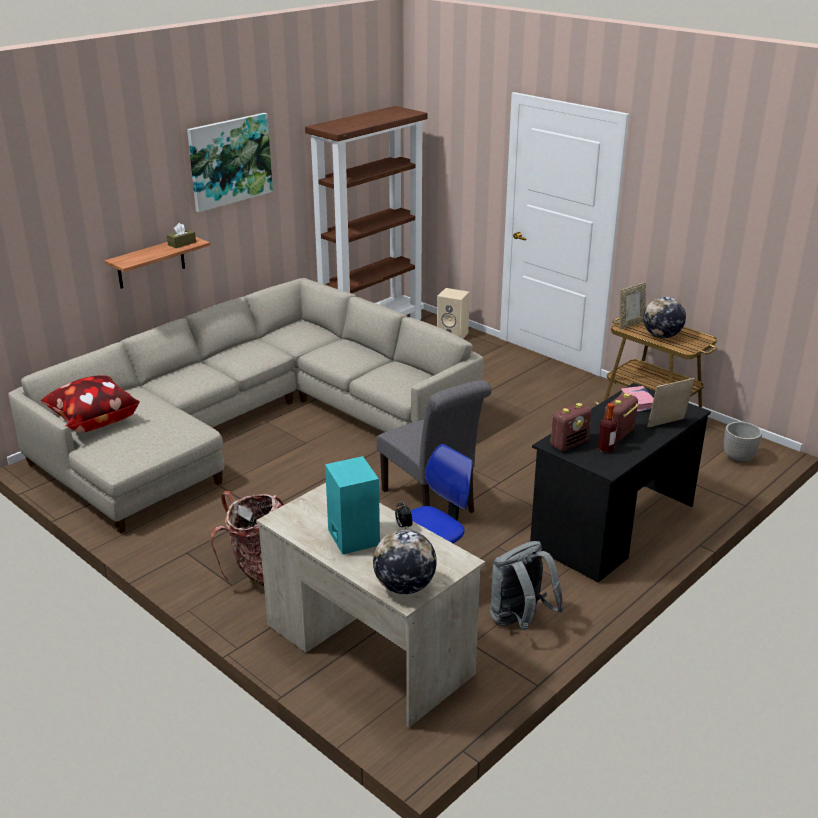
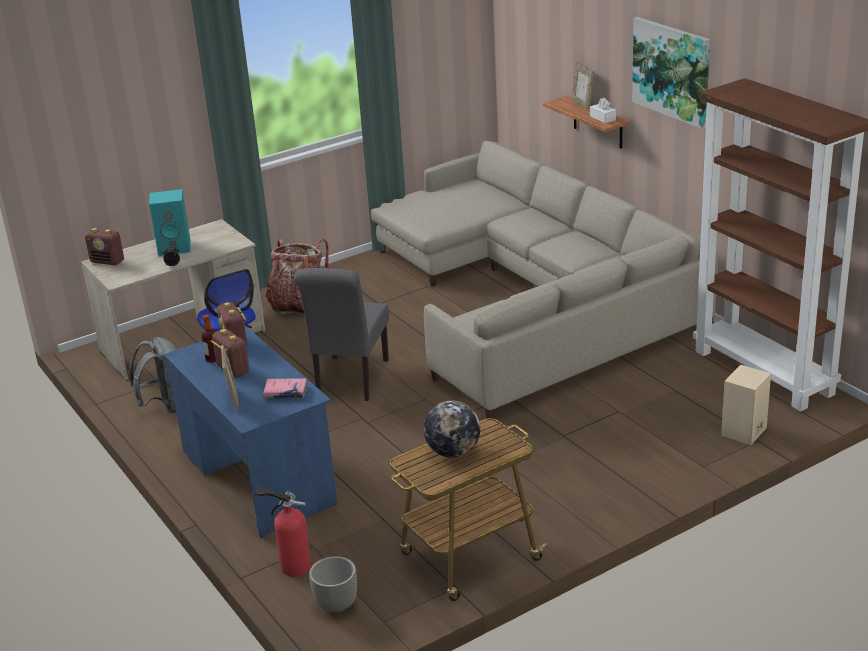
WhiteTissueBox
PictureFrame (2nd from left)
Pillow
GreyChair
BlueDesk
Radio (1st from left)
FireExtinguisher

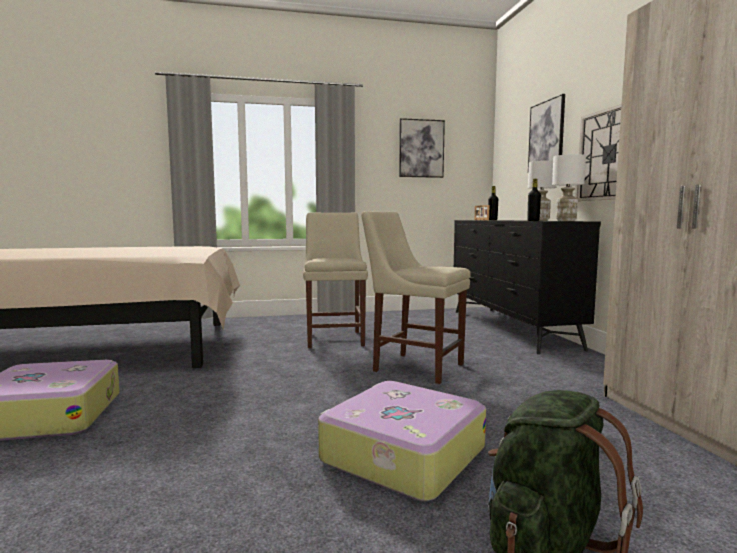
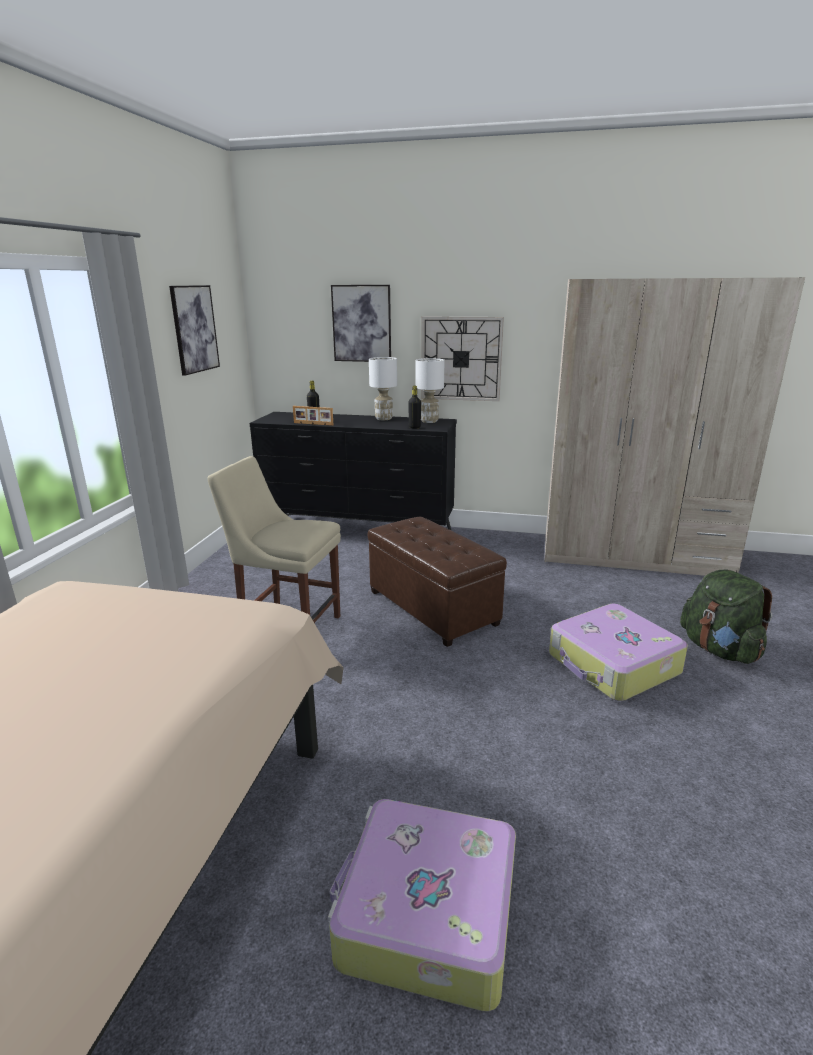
BrownOttoman

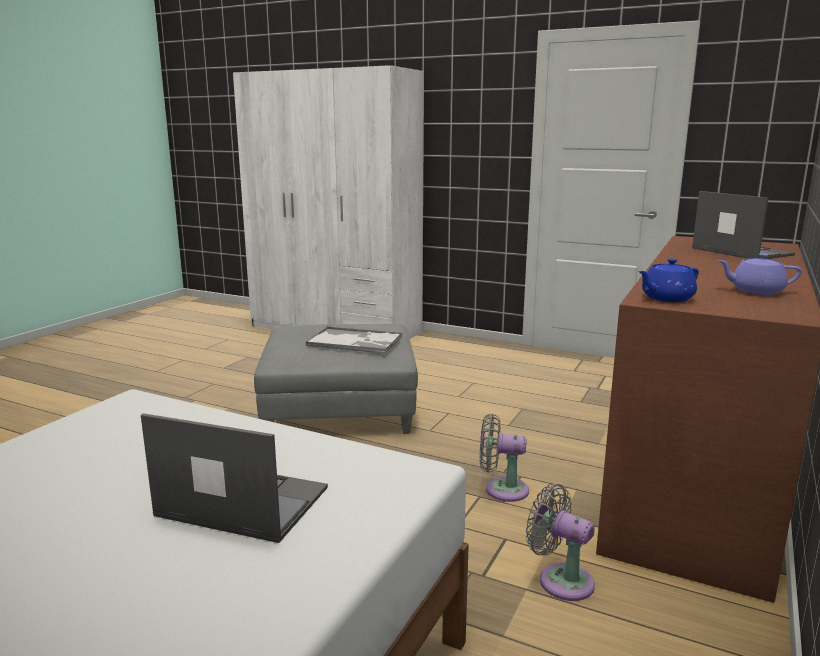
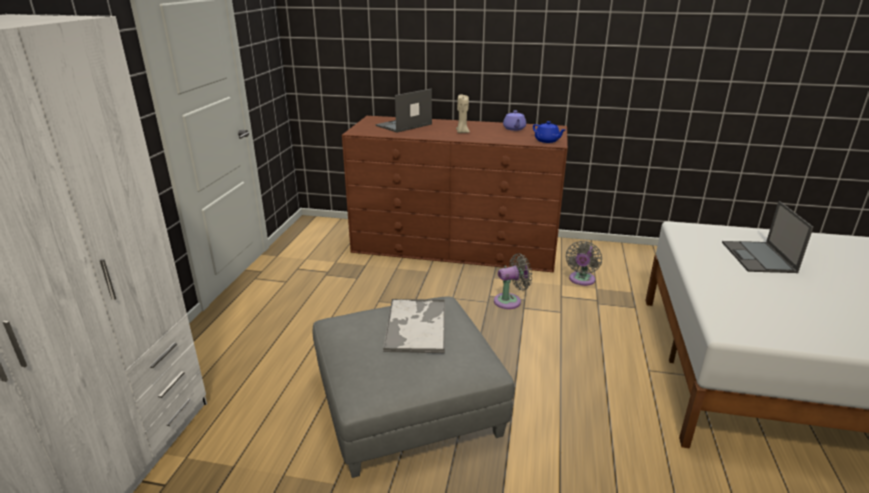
GreyFan (1st from left)
BeigeCandle

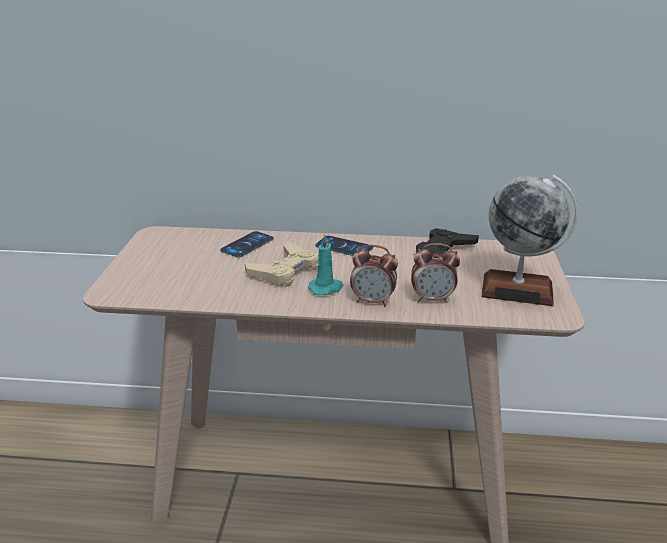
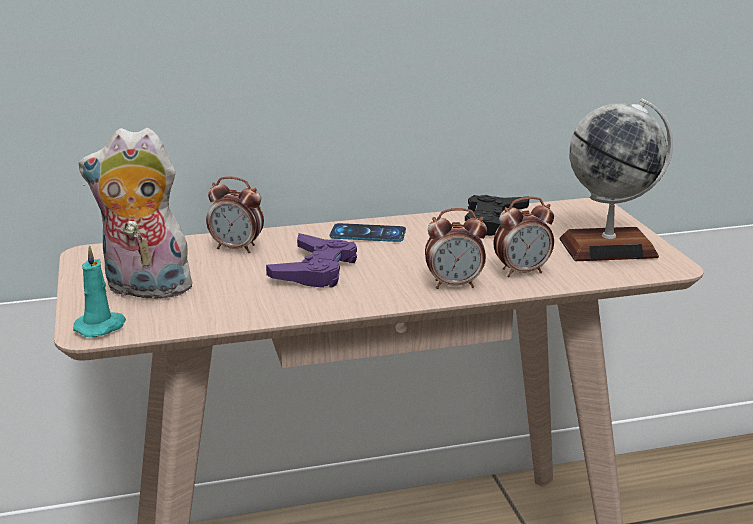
AlarmClock (1st from left)
TurquoiseCandle
PurpleGameController
PlushToy

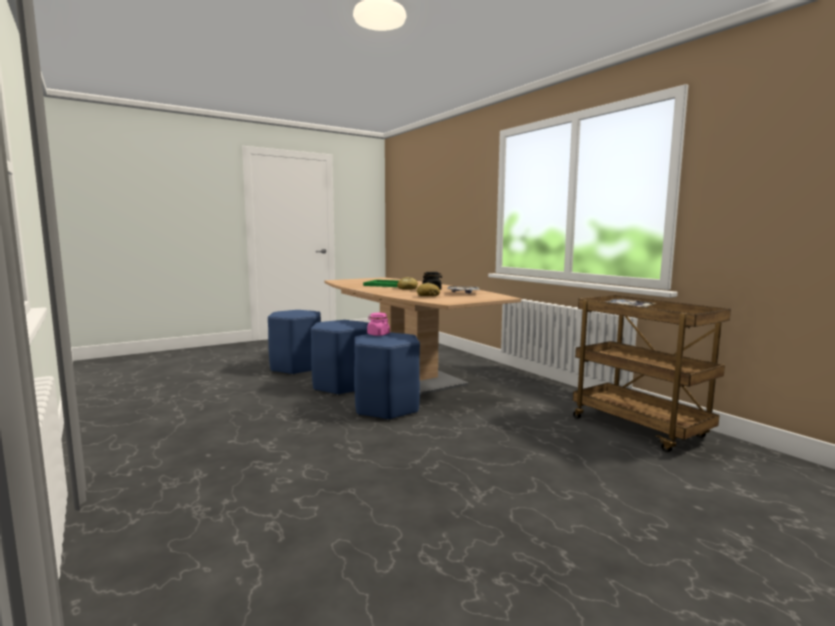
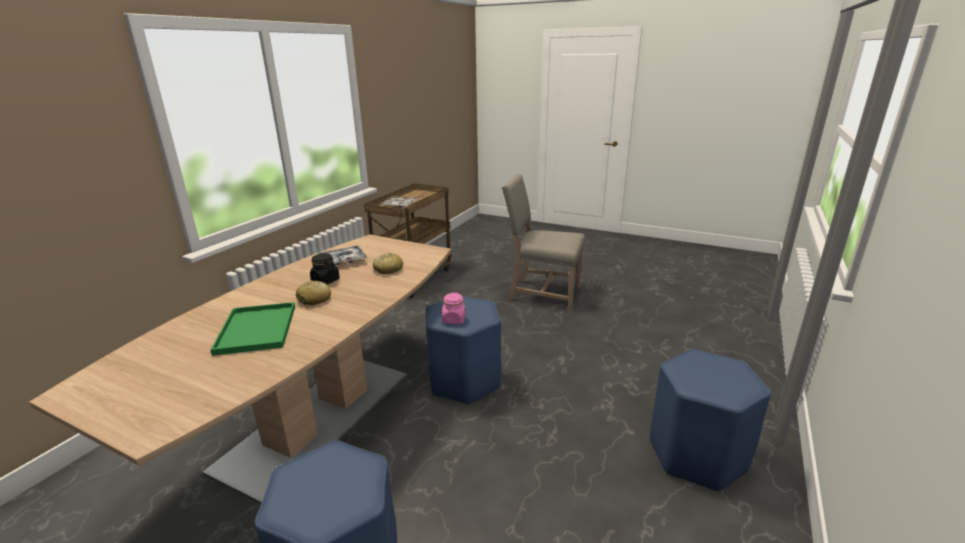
BlueStool (3rd from left)
BeigeChair

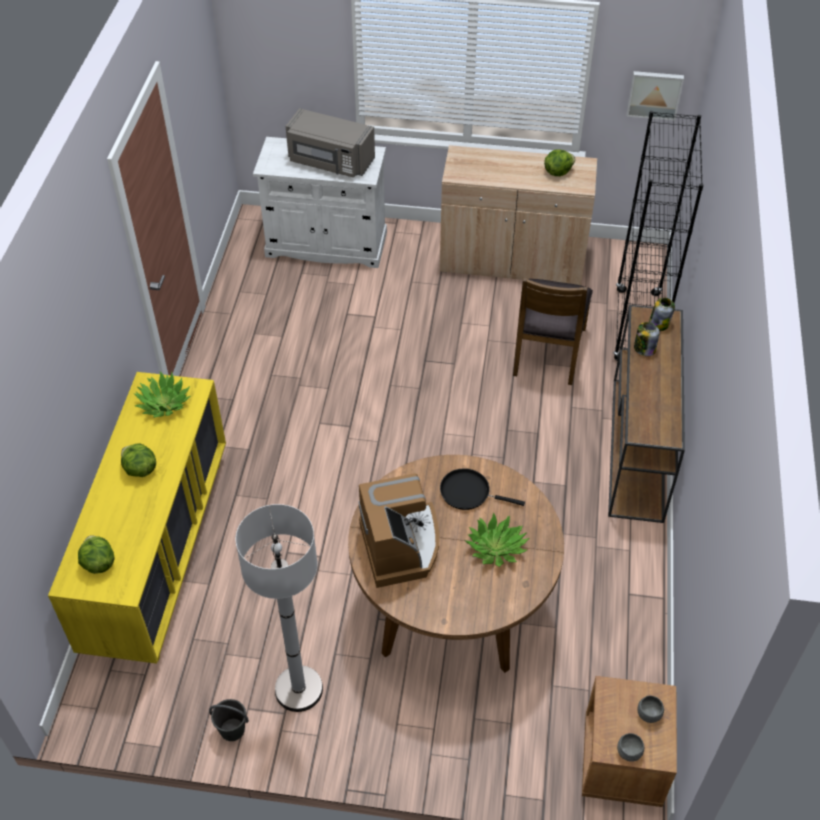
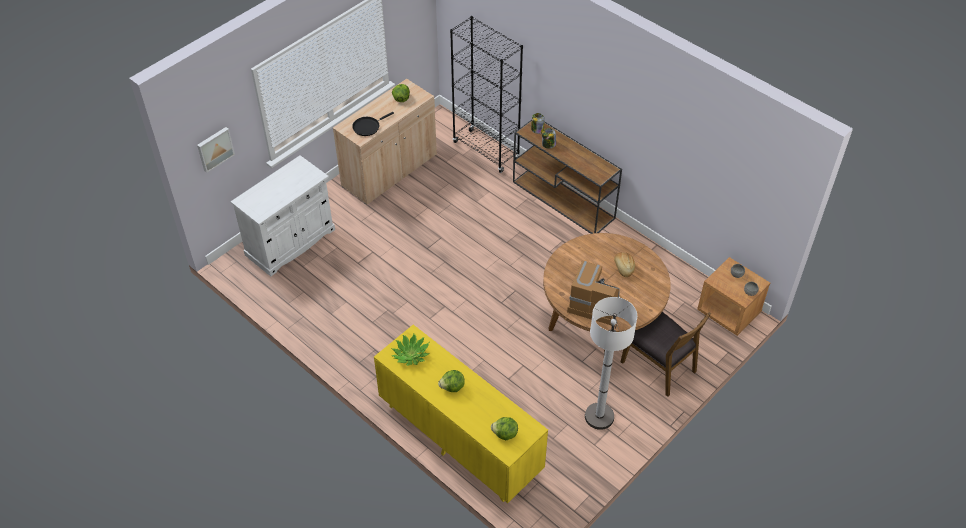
Picture
GreyMicrowave
BrownChair
BlackFryingPan
Bread
GreyBucket

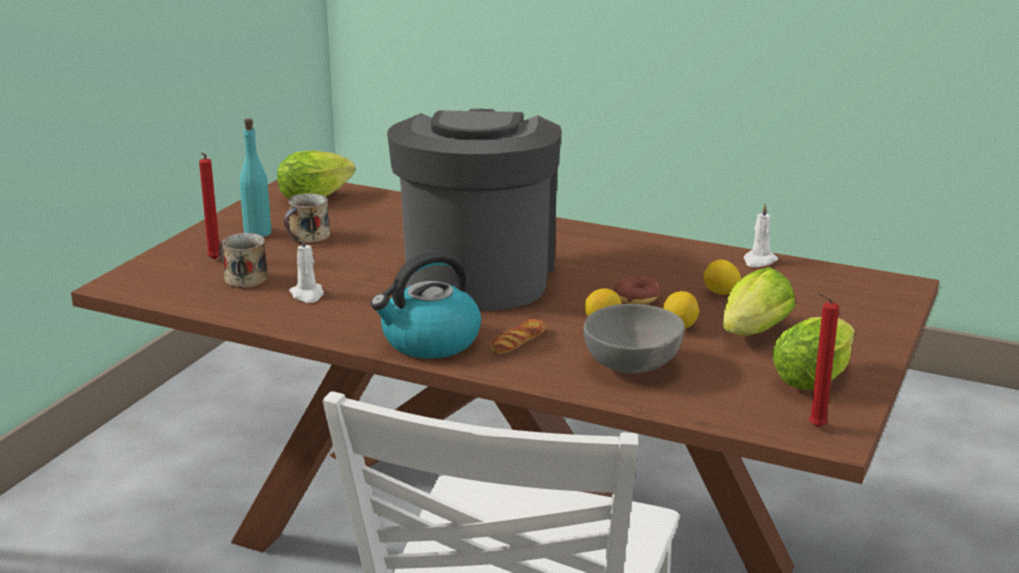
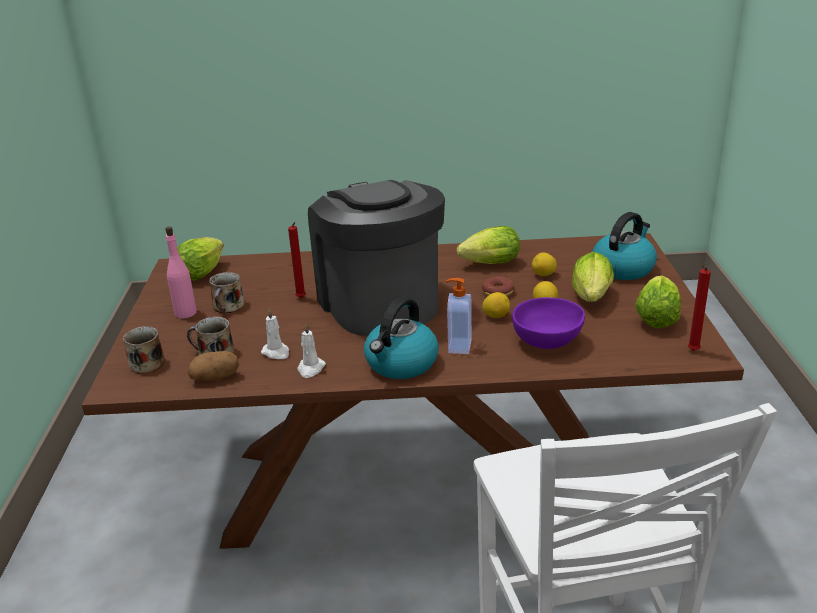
PinkBottle
RedCandle (1st from left)
WhiteCandle (2nd from left)
PurpleBowl
SoapDispenser
Kettle (2nd from left)
Lettuce (2nd from left)
Mug (1st from left)
Potato

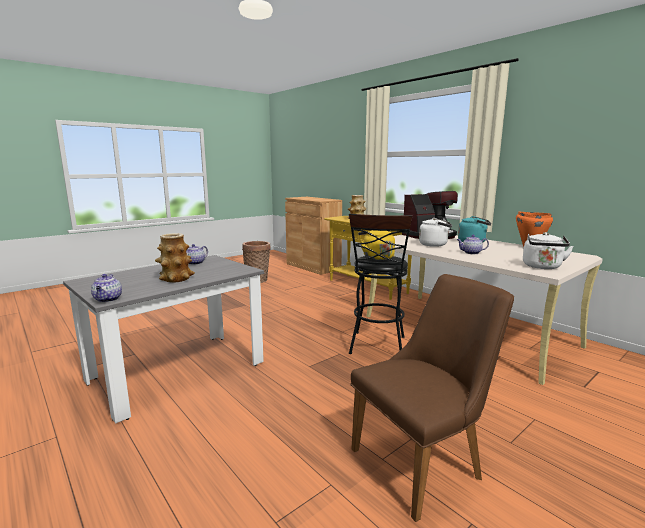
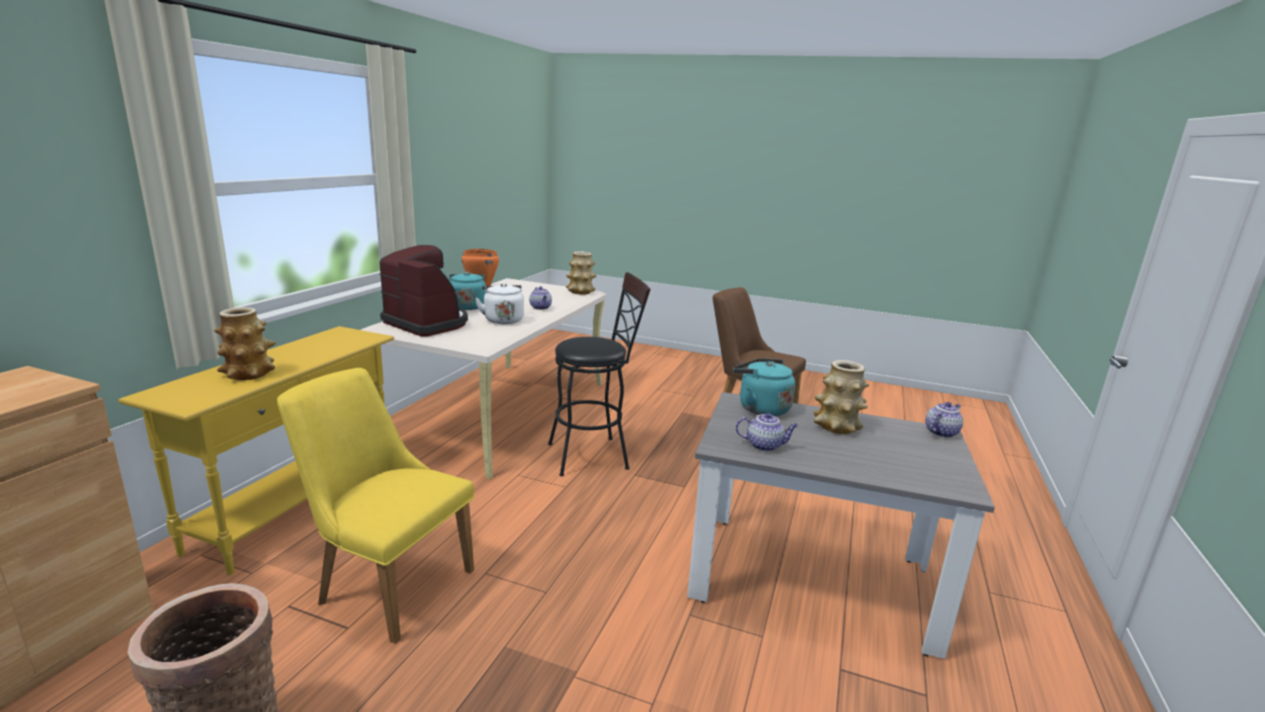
YellowKettle
Vase (2nd from left)
TurquoiseKettle (2nd from left)
YellowChair

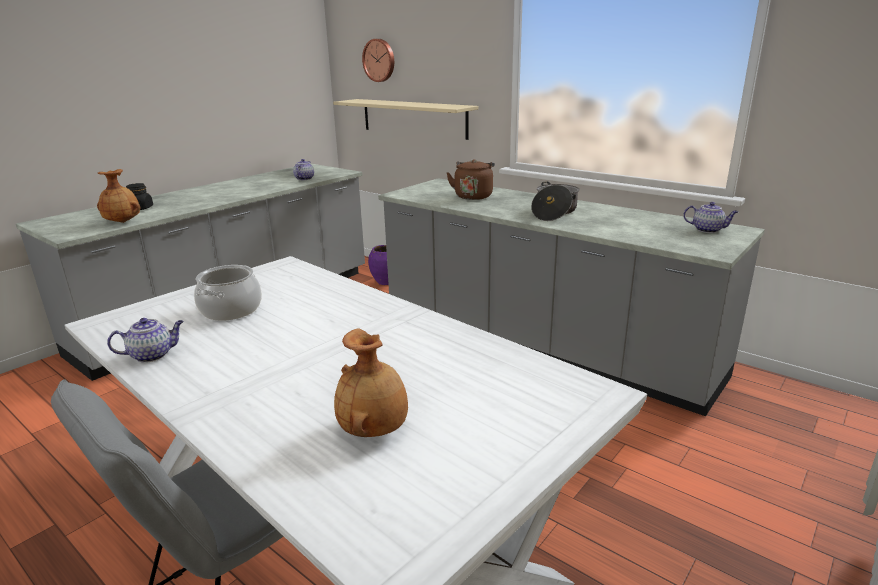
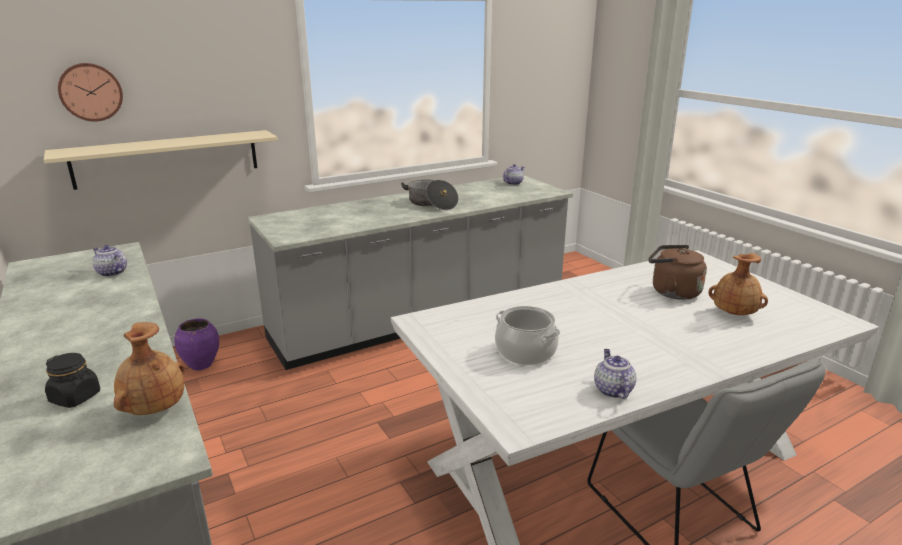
BrownKettle

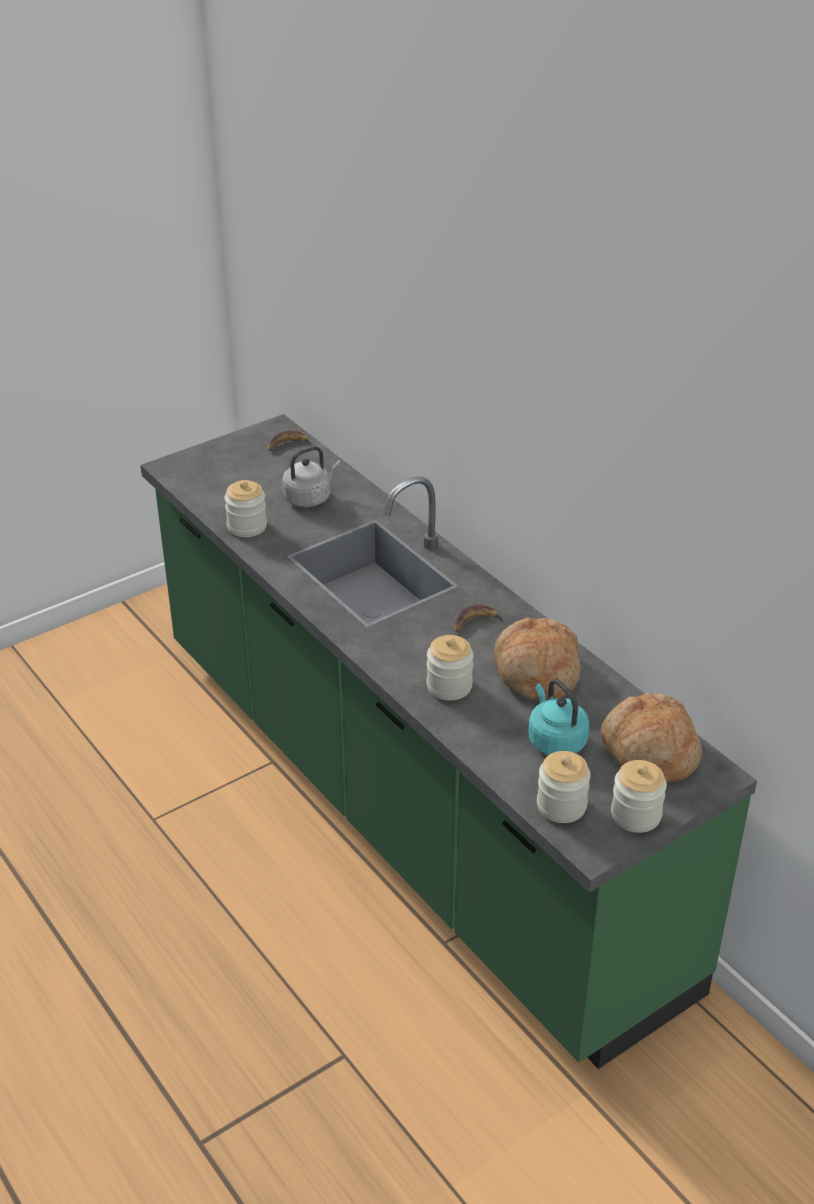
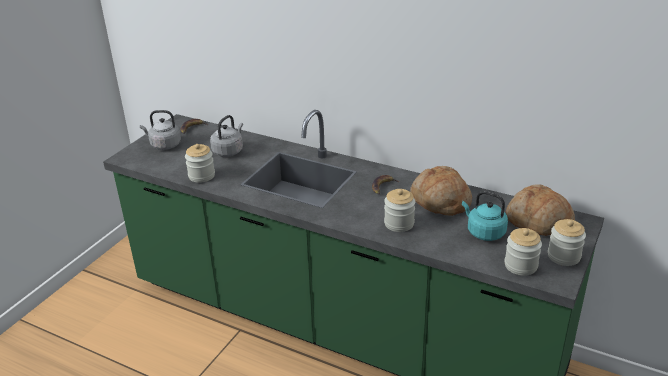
GreyKettle (1st from left)

